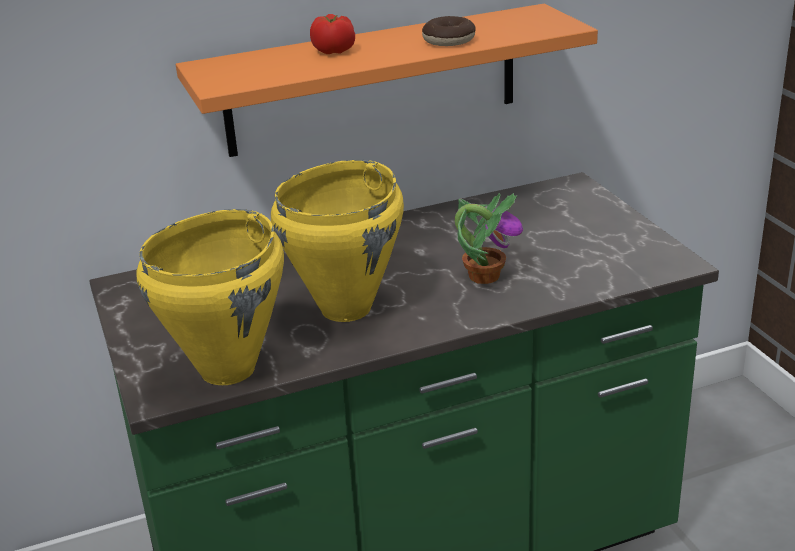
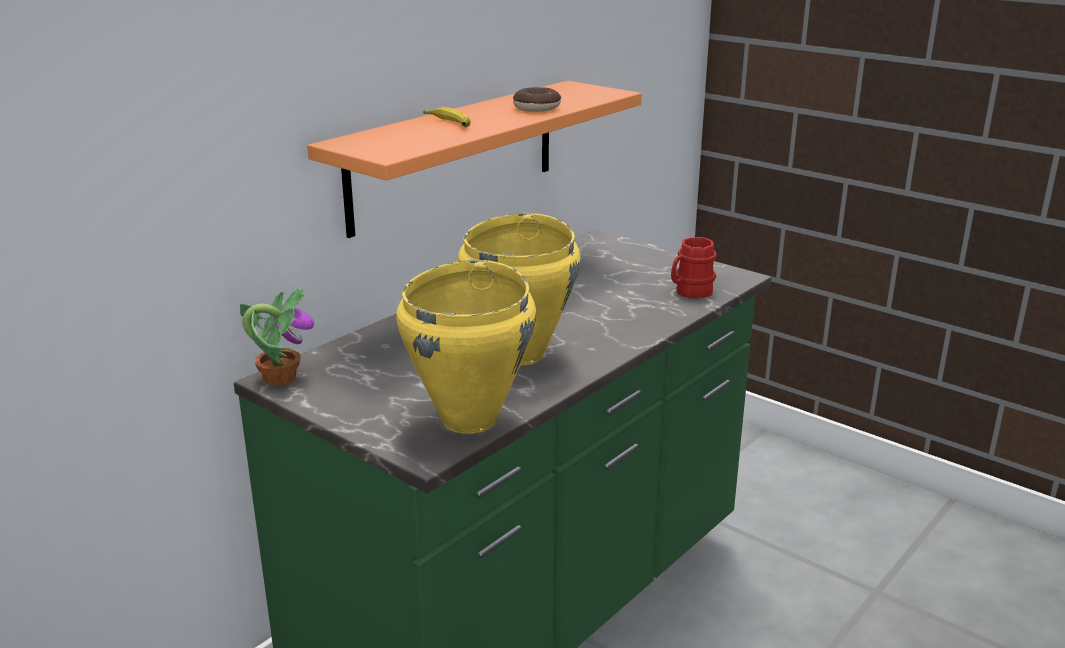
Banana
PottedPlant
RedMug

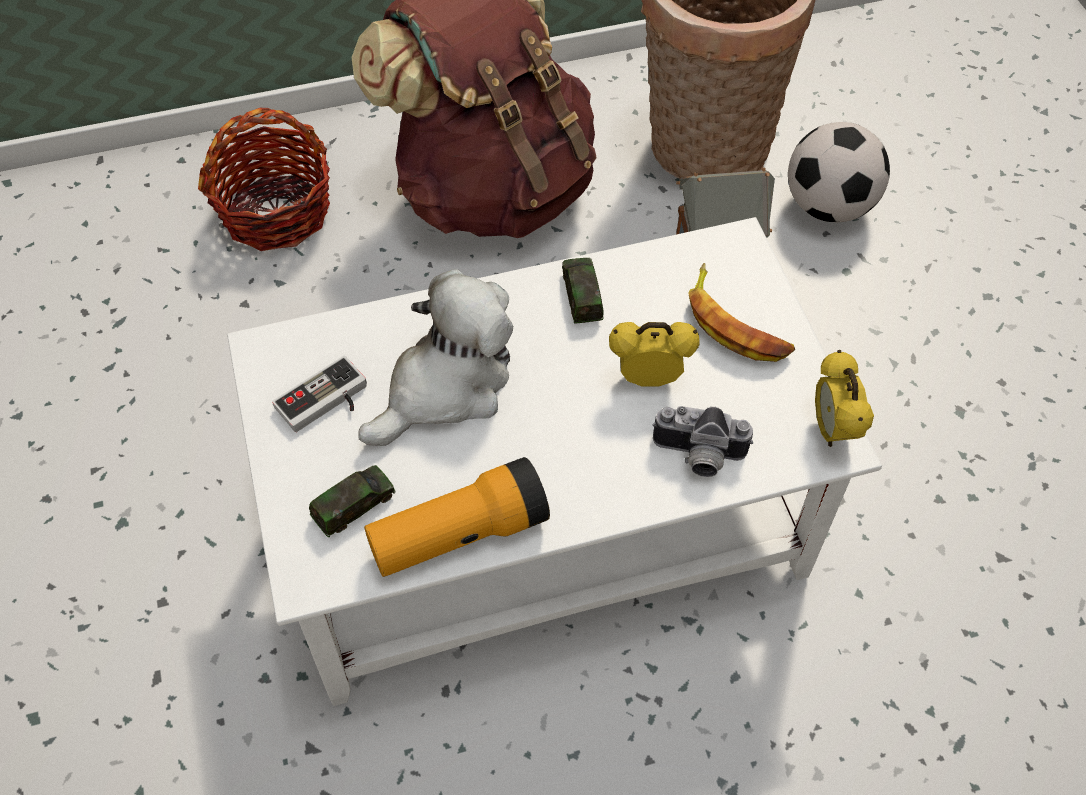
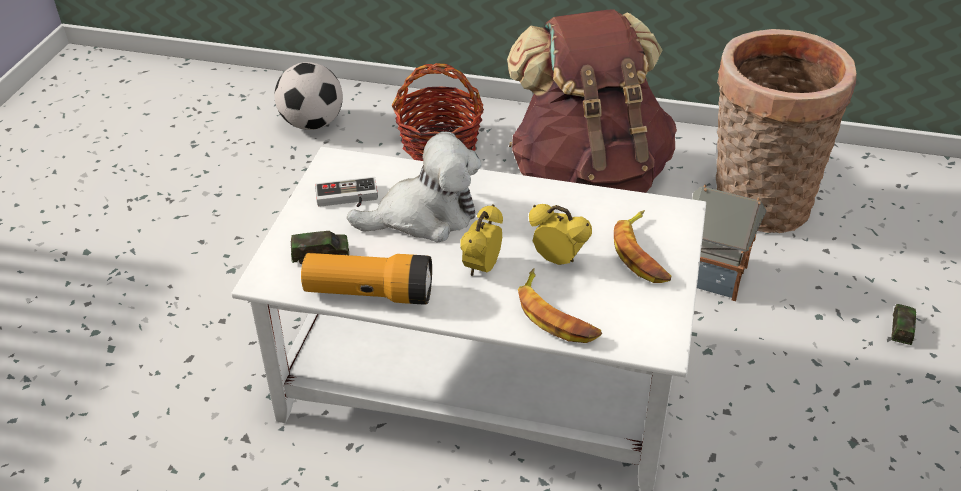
Football
ToyCar (2nd from left)
AlarmClock (1st from left)
Banana (1st from left)

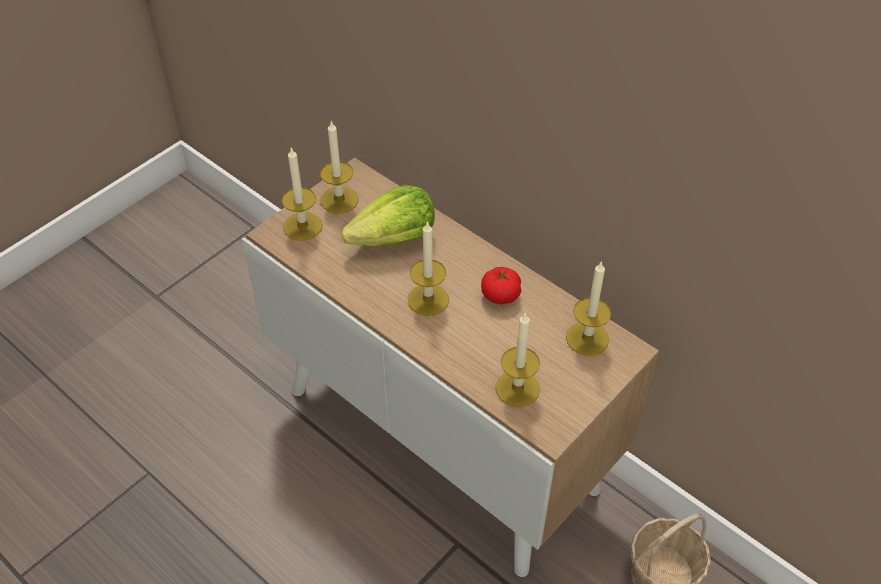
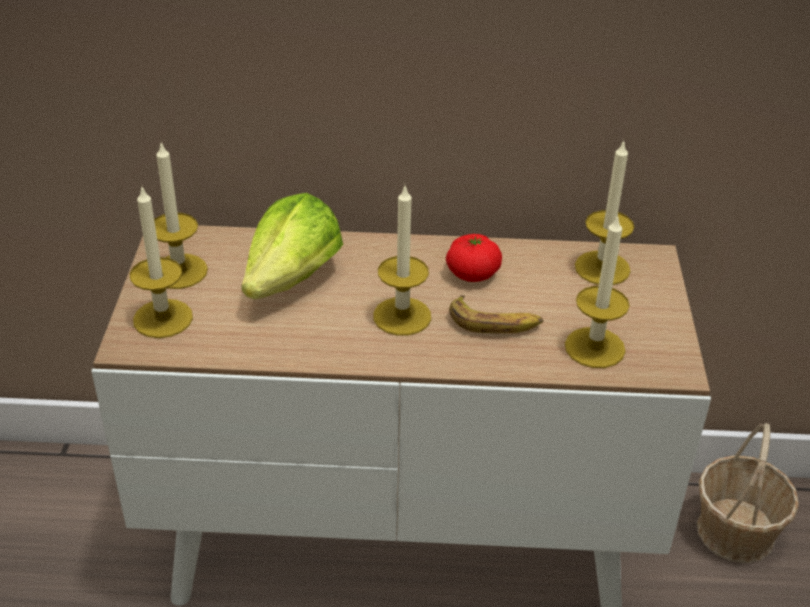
Banana

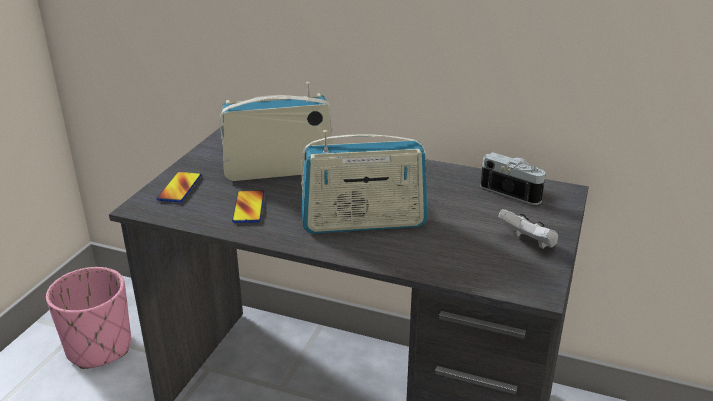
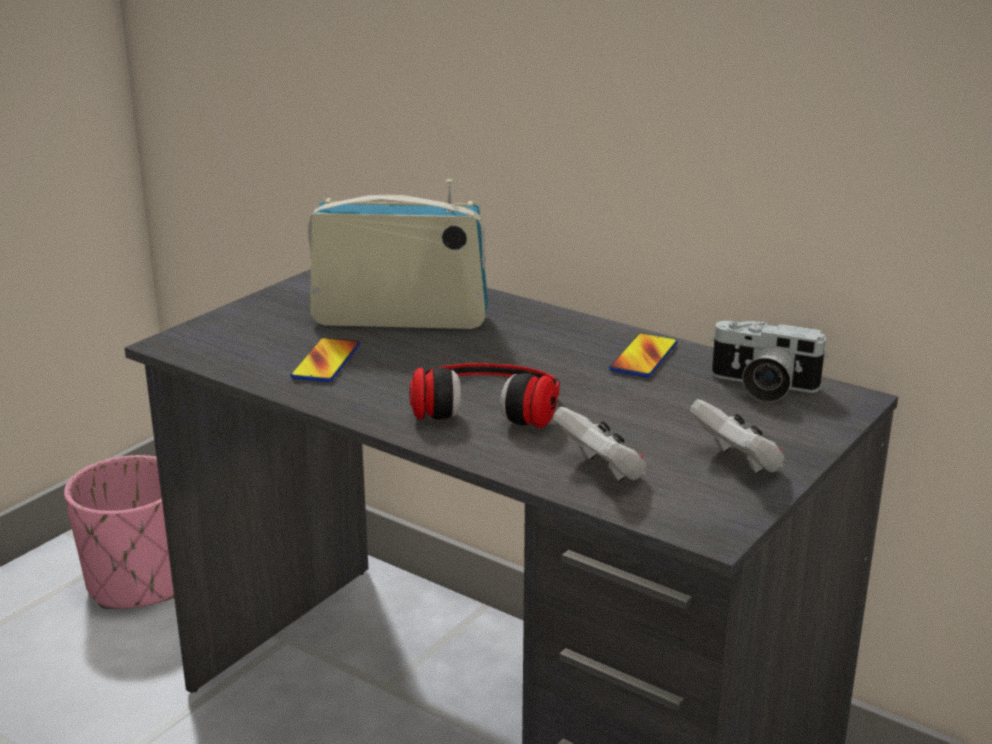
Headphones
PhotoCamera
Phone (2nd from left)
WhiteGameController (1st from left)

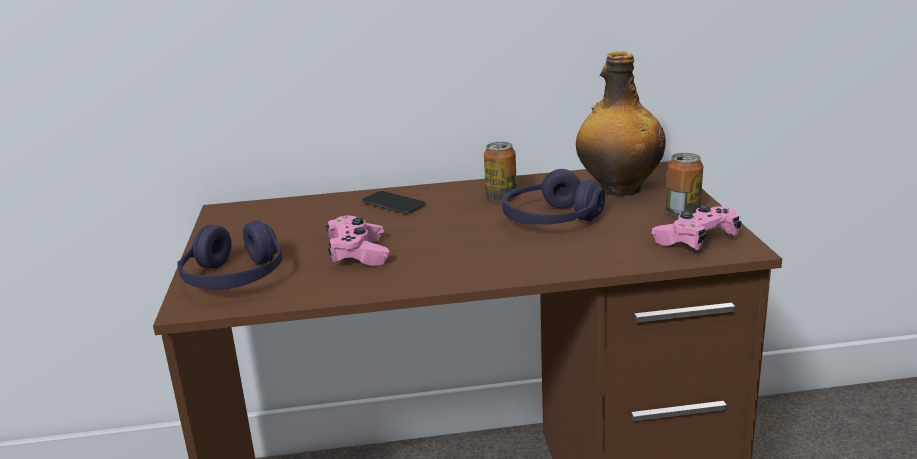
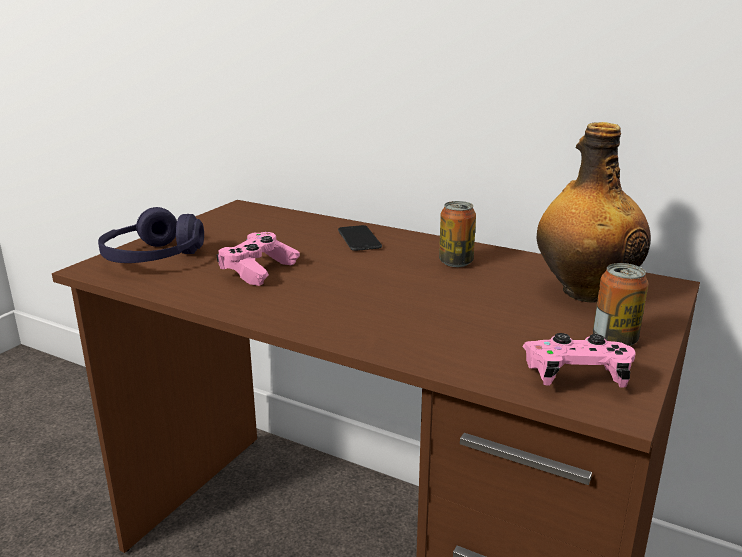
PurpleHeadphones (2nd from left in the first image)

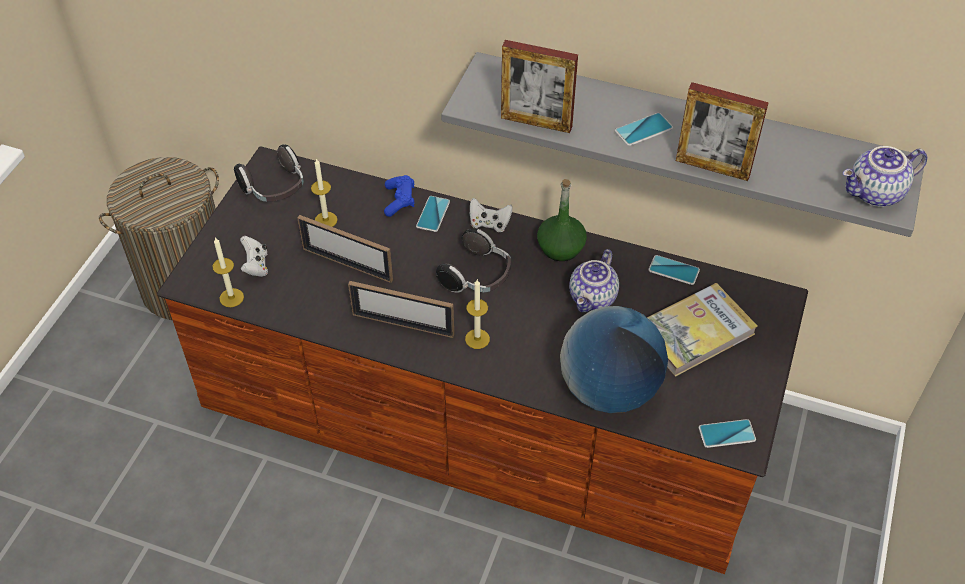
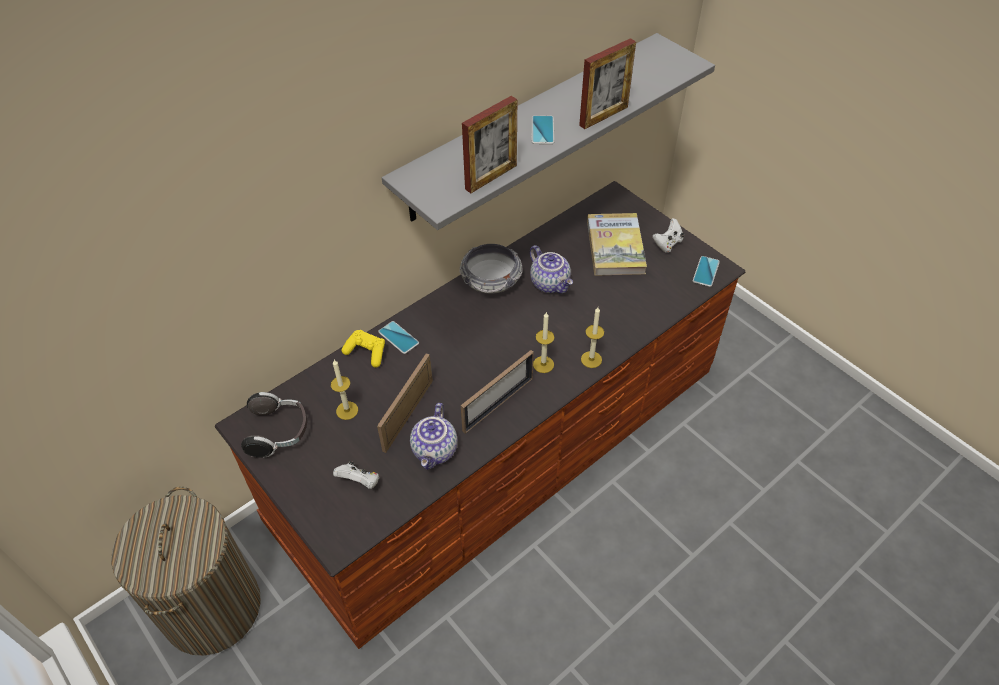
Teapot (1st from left)
YellowGameController
Bowl
WhiteGameController (2nd from left)
PictureFrame (1st from left)
Headphones (2nd from left in the first image)
Candle (3rd from left)
Phone (3rd from left in the first image)
Globe

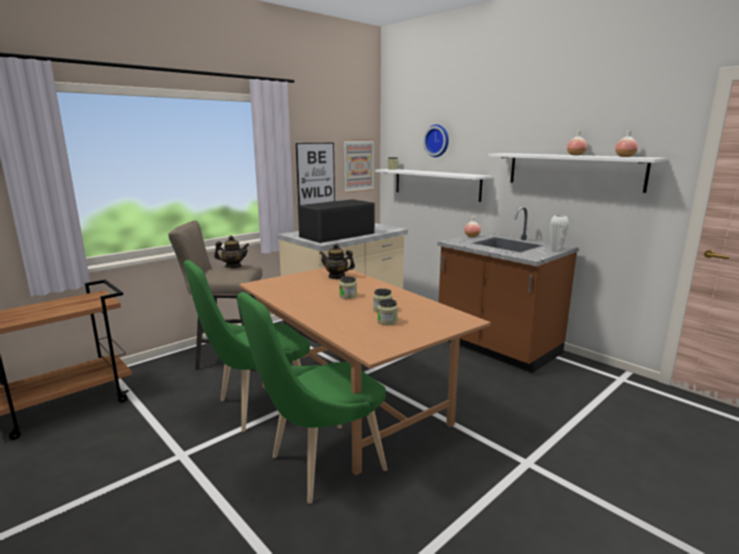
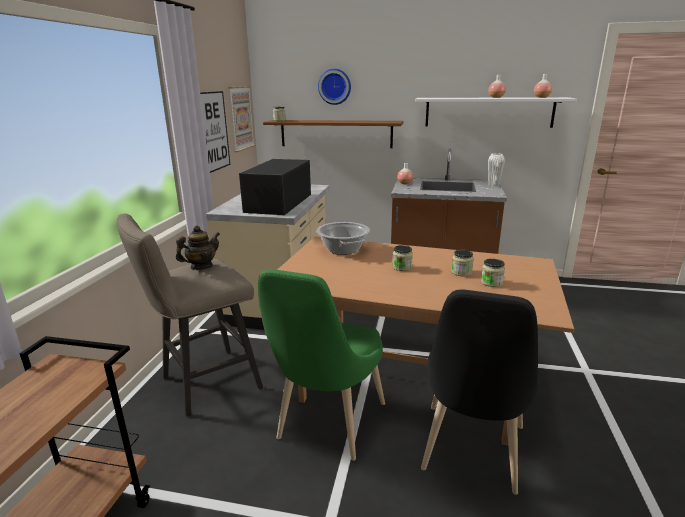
BrownShelf
CookingPot
BlackChair

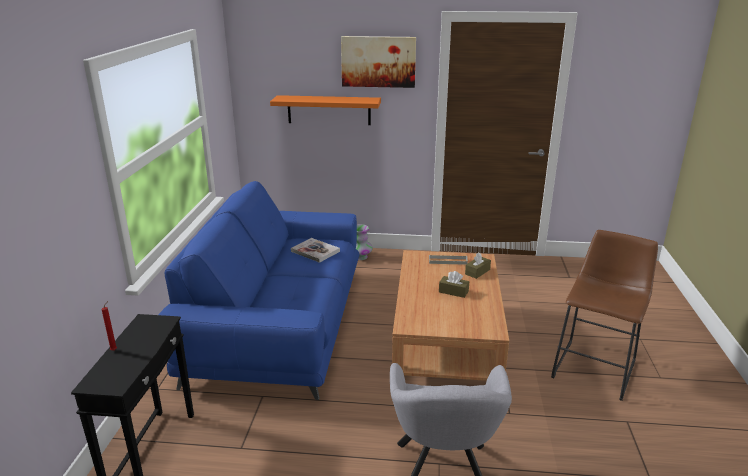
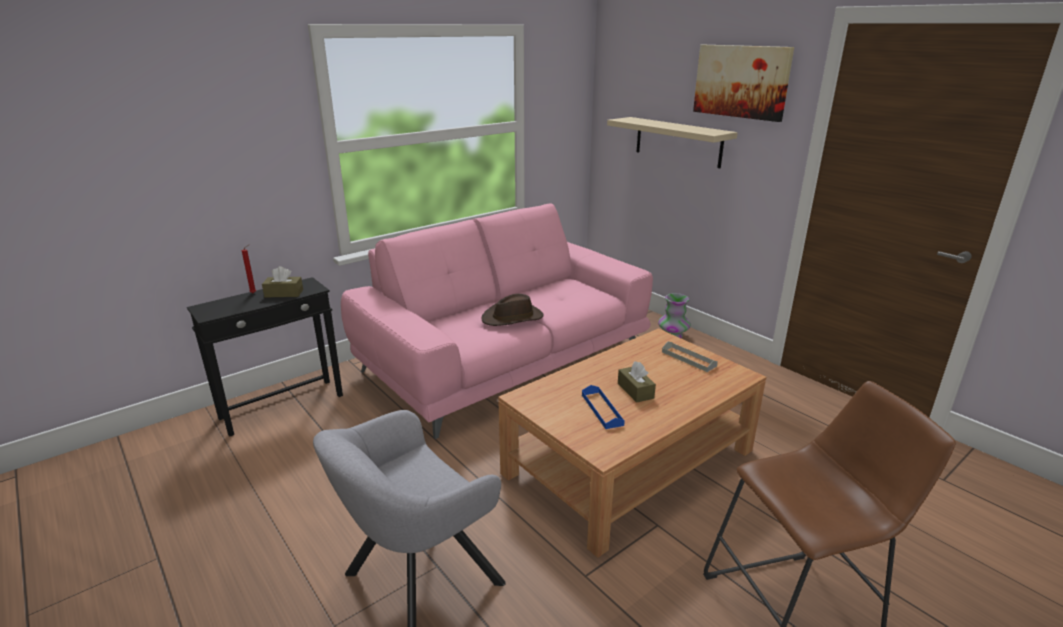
BeigeShelf
PinkSofa
Book
BrownTissueBox (1st from left)
BrownHat
BlueTray

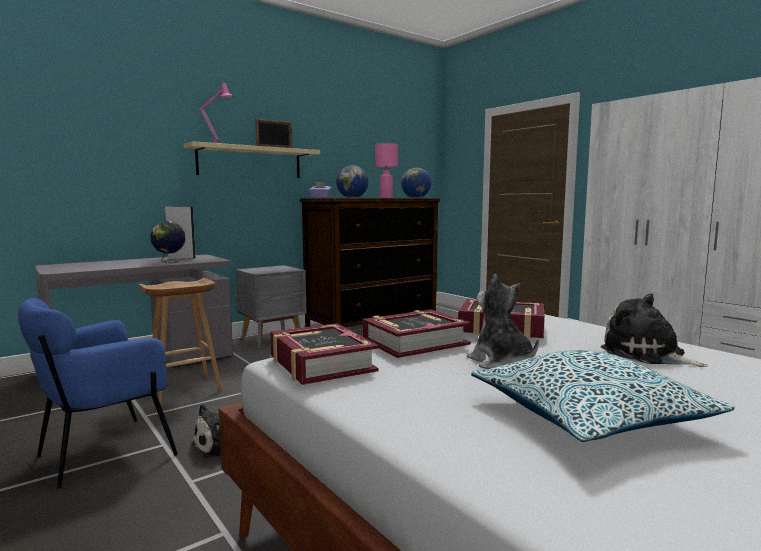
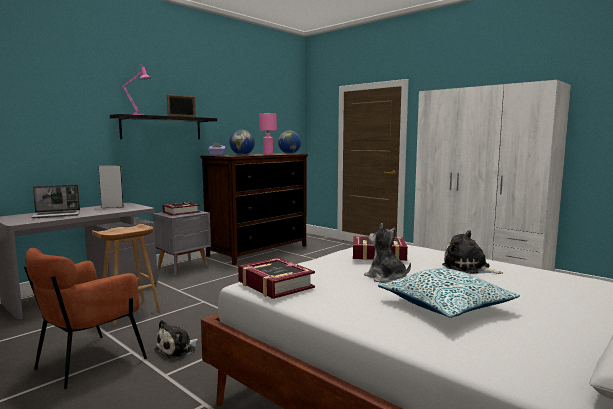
BlackShelf
Globe (1st from left in the first image)
BrownArmchair
Book (1st from left)
Laptop

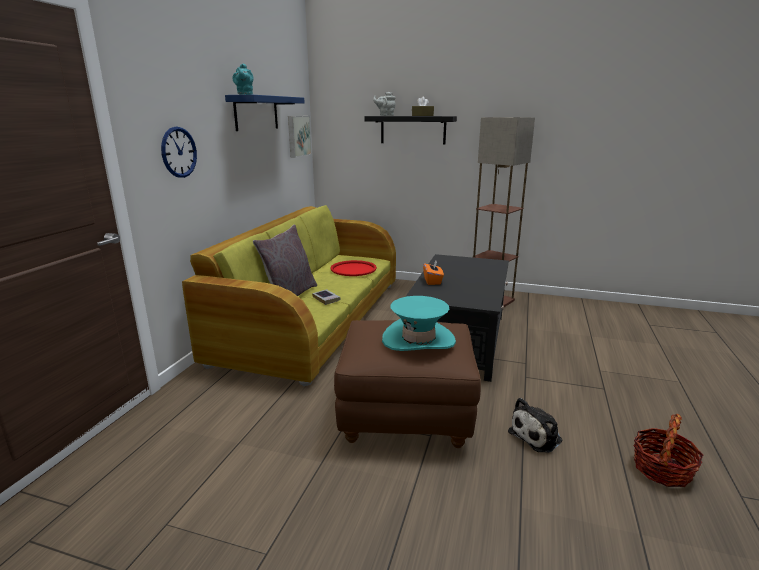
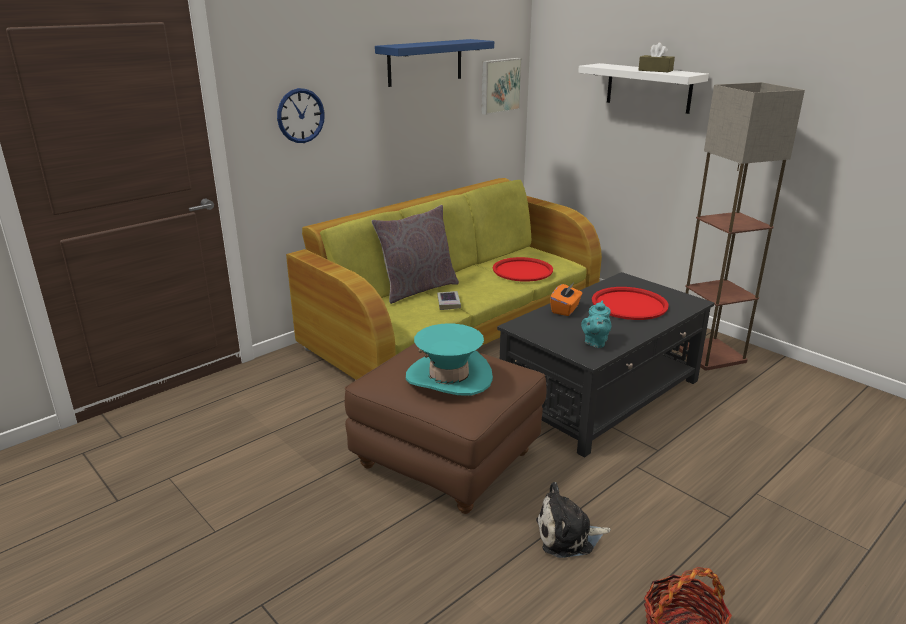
TurquoiseTeapot
GreyTeapot
WhiteShelf
RedTray (2nd from left)

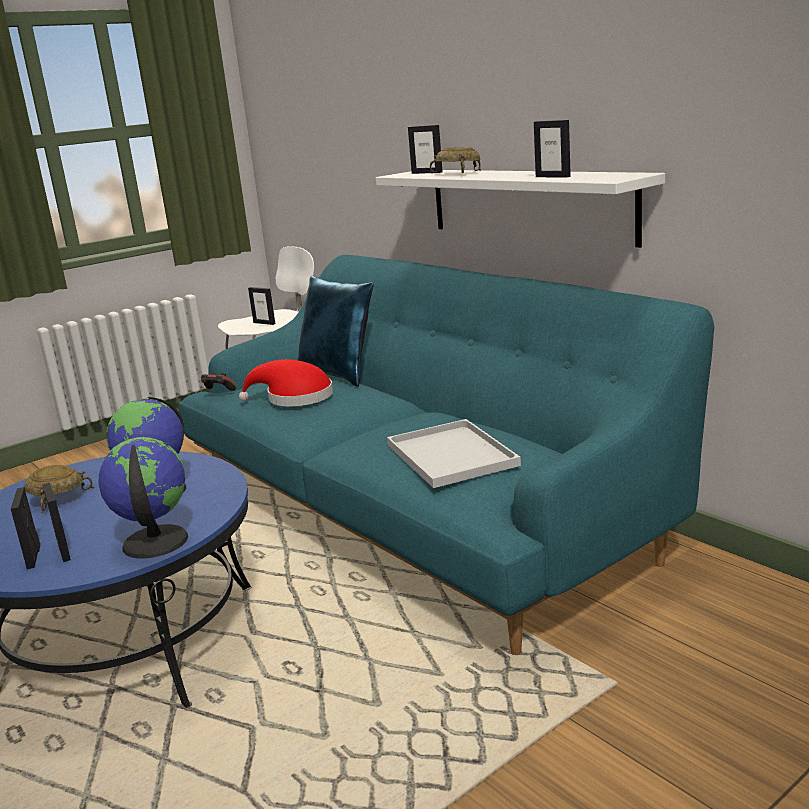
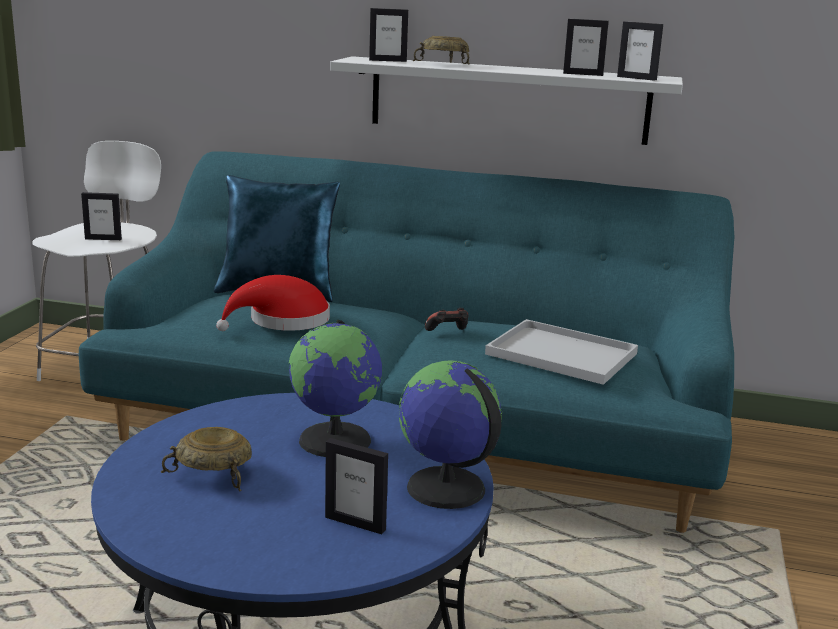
GameController
PictureFrame (5th from left)

